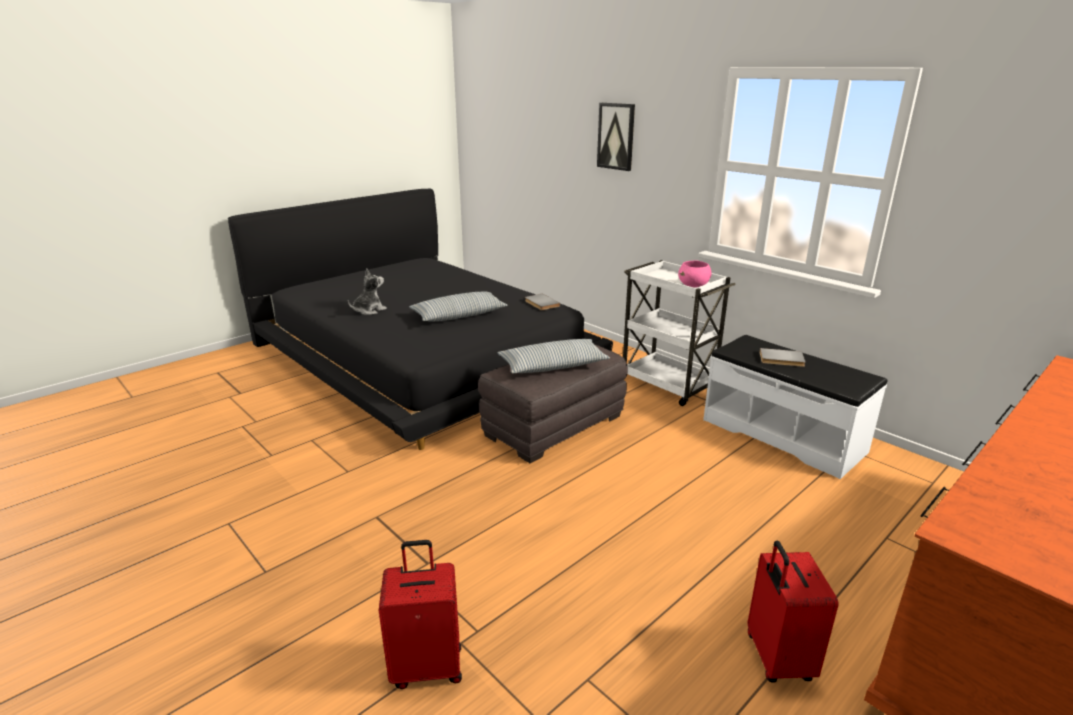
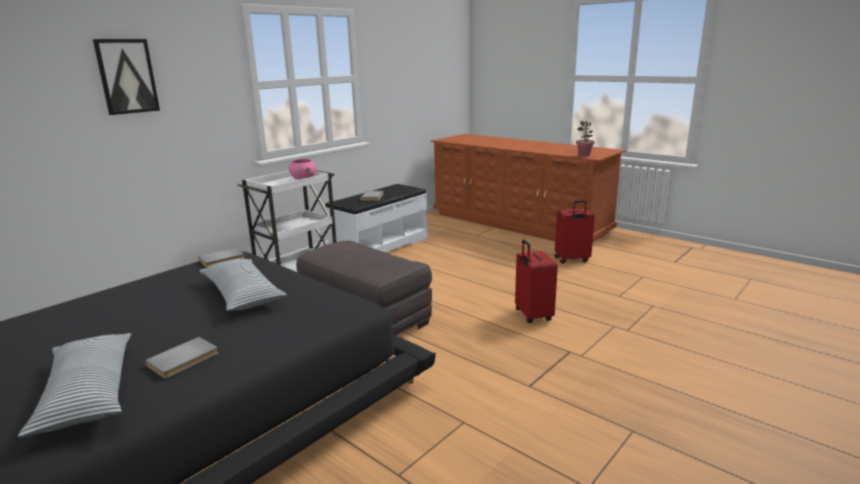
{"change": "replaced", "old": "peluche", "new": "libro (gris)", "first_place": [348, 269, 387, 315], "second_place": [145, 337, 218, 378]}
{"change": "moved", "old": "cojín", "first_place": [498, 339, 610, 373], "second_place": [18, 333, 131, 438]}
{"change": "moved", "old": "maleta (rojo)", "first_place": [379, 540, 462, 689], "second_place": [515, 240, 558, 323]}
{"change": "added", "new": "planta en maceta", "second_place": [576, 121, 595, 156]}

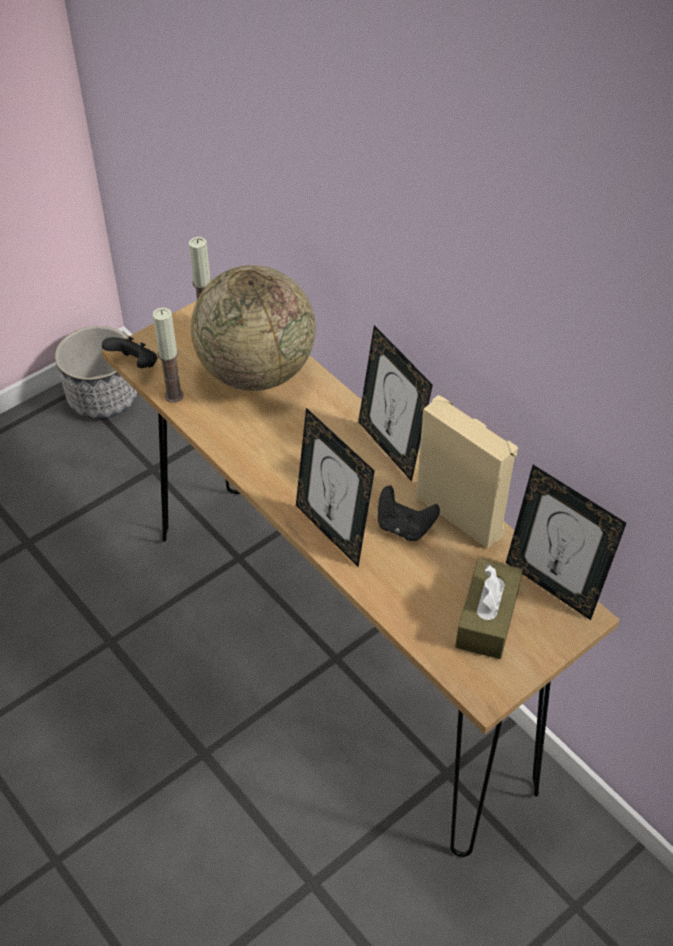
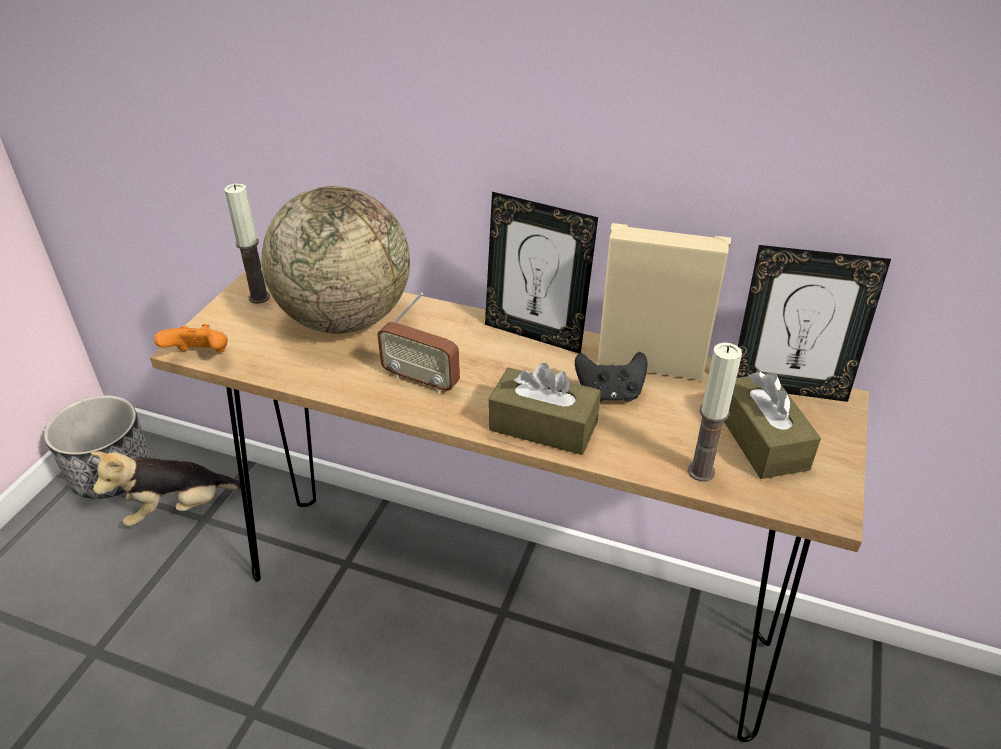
{"change": "moved", "old": "vela", "first_place": [153, 307, 184, 403], "second_place": [688, 342, 742, 482]}
{"change": "recoloured", "old": "mando de consola (negro)", "new": "mando de consola (naranja)", "first_place": [102, 336, 158, 368], "second_place": [154, 324, 228, 353]}
{"change": "replaced", "old": "portarretratos", "new": "caja de pañuelos (marrón)", "first_place": [296, 408, 375, 567], "second_place": [489, 363, 601, 455]}
{"change": "added", "new": "radio", "second_place": [377, 293, 460, 394]}
{"change": "added", "new": "peluche", "second_place": [90, 451, 246, 527]}

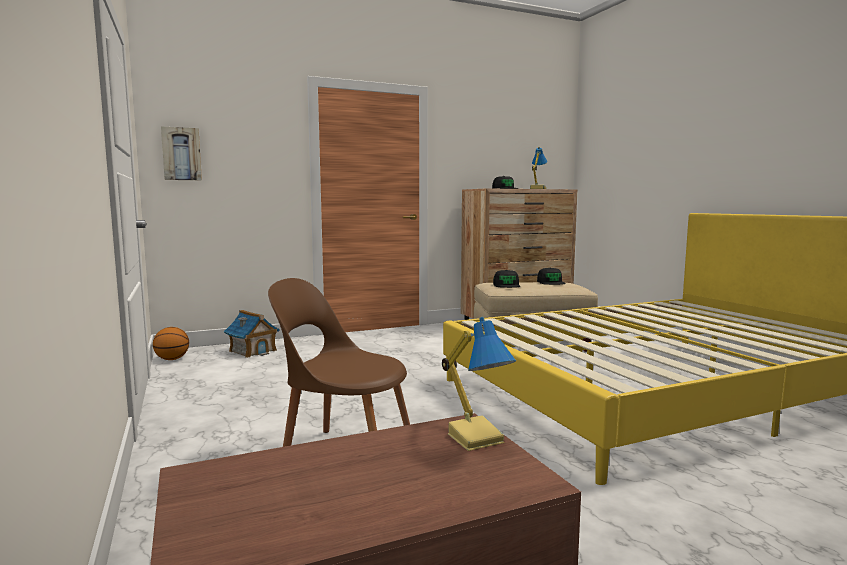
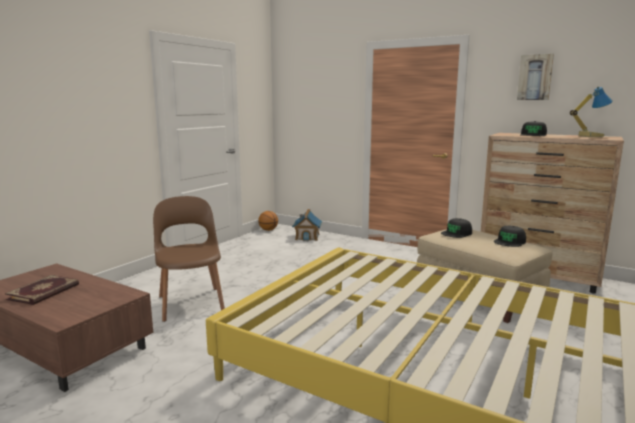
{"change": "moved", "old": "cuadro", "first_place": [161, 126, 202, 180], "second_place": [517, 54, 554, 100]}
{"change": "removed", "old": "lámpara de mesa", "first_place": [442, 317, 516, 451]}
{"change": "added", "new": "libro", "second_place": [5, 275, 79, 305]}

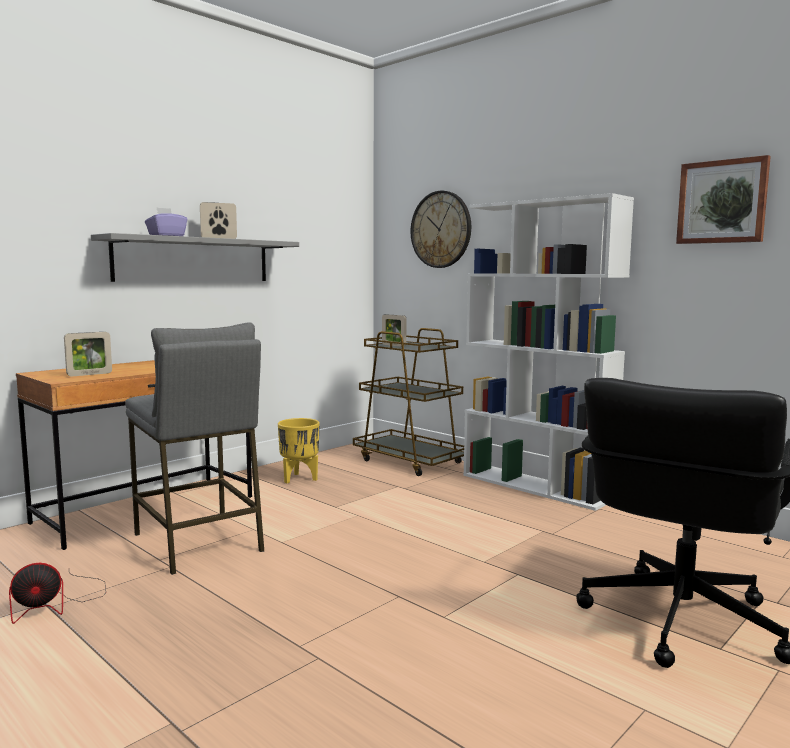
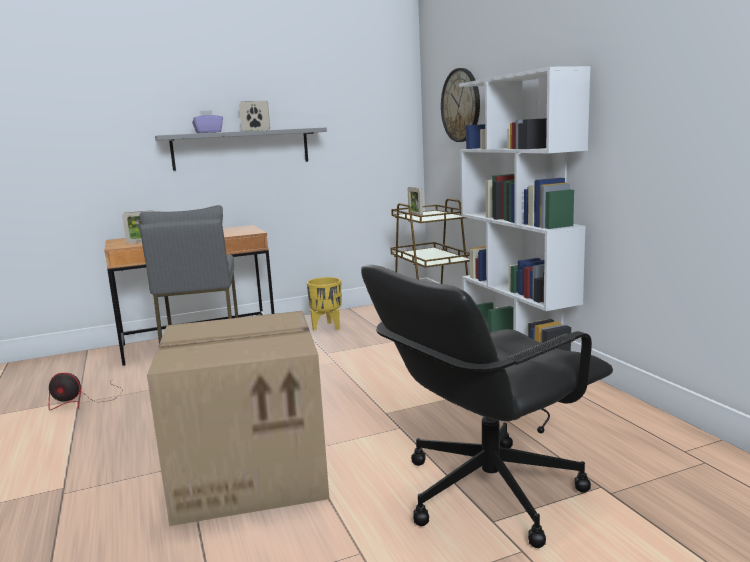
{"change": "removed", "old": "cuadro", "first_place": [676, 155, 771, 244]}
{"change": "added", "new": "caja de cartón", "second_place": [147, 311, 329, 526]}

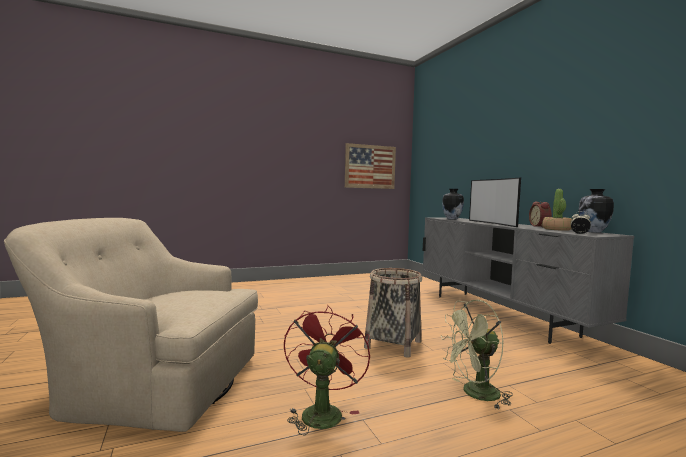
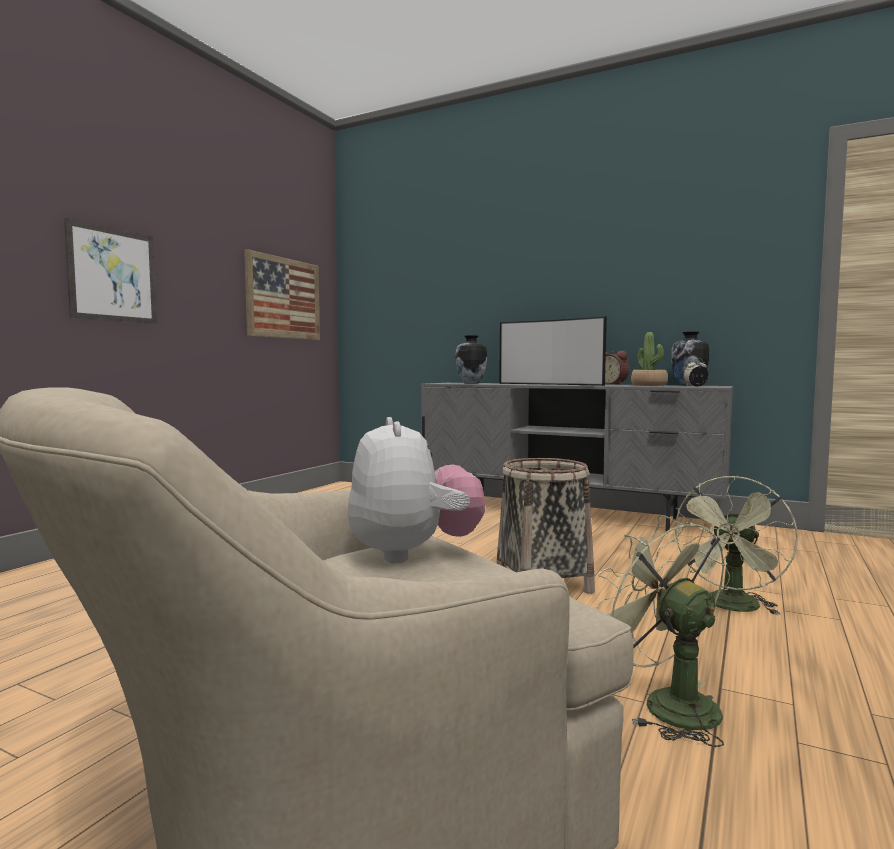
{"change": "recoloured", "old": "ventilador (rojo)", "new": "ventilador (verde)", "first_place": [284, 305, 370, 436], "second_place": [595, 515, 725, 747]}
{"change": "added", "new": "cuadro", "second_place": [64, 218, 157, 324]}
{"change": "added", "new": "peluche", "second_place": [348, 417, 485, 563]}

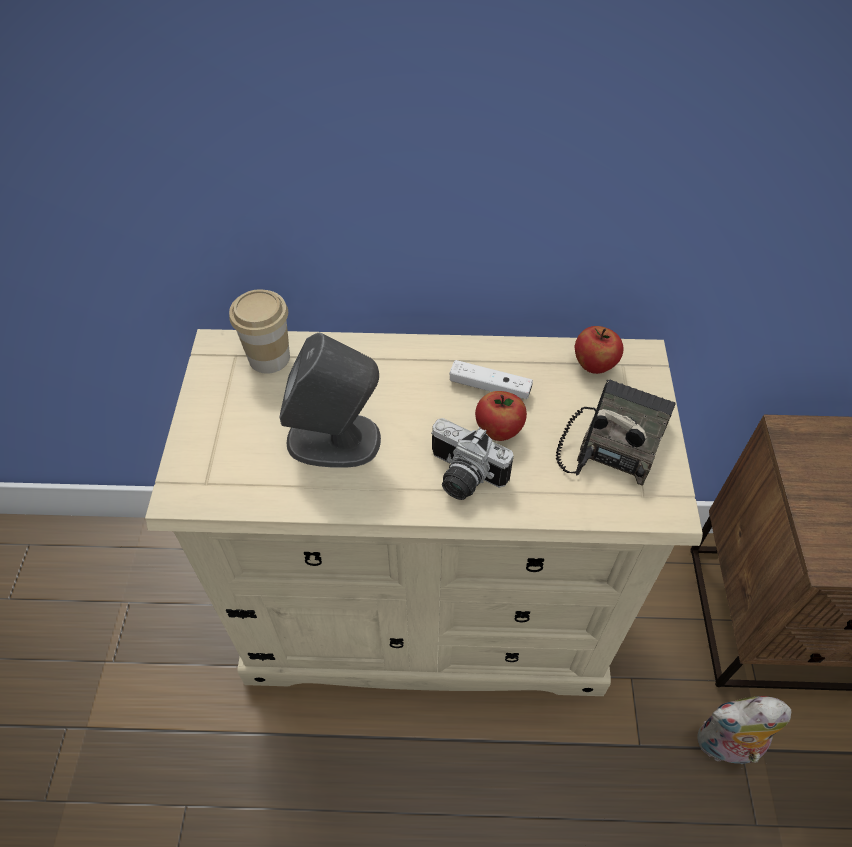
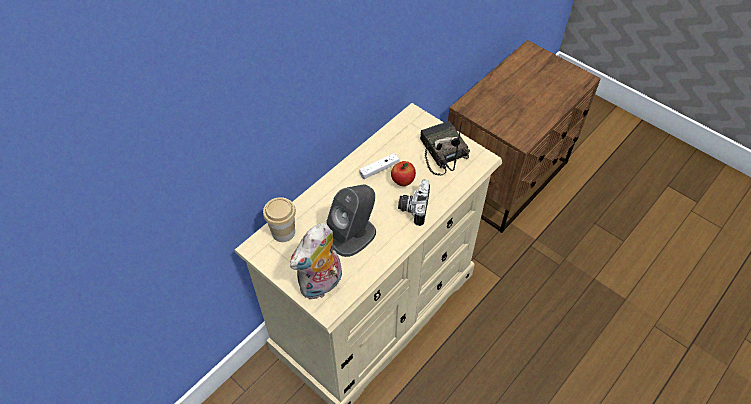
{"change": "removed", "old": "manzana", "first_place": [575, 326, 624, 374]}
{"change": "turned", "old": "cámara", "first_place": [431, 418, 514, 500], "second_place": [398, 180, 430, 226], "degrees": 120}
{"change": "moved", "old": "peluche", "first_place": [697, 696, 791, 764], "second_place": [290, 223, 342, 299]}

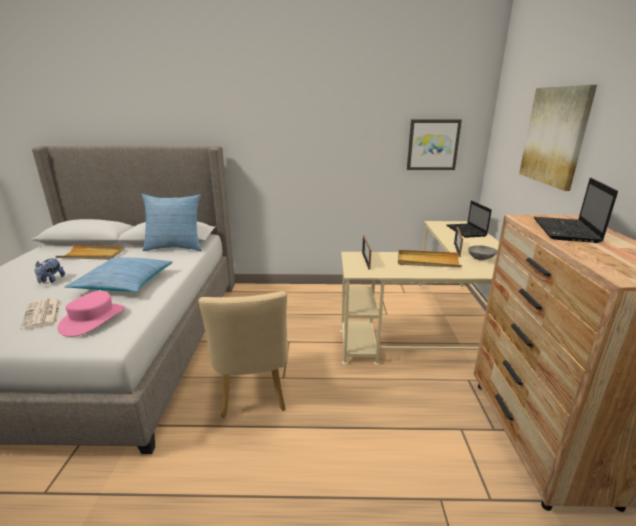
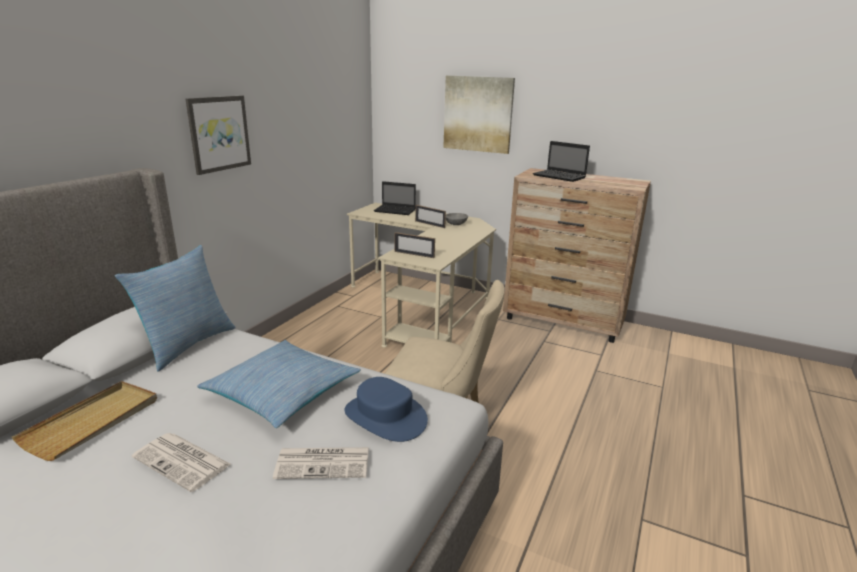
{"change": "moved", "old": "cuadro", "first_place": [407, 119, 462, 170], "second_place": [186, 95, 251, 175]}
{"change": "removed", "old": "bandeja (beis)", "first_place": [398, 250, 462, 268]}
{"change": "replaced", "old": "peluche", "new": "periódico", "first_place": [35, 258, 65, 283], "second_place": [132, 433, 231, 492]}
{"change": "recoloured", "old": "sombrero (rosa)", "new": "sombrero (azul)", "first_place": [57, 291, 125, 337], "second_place": [344, 377, 428, 442]}

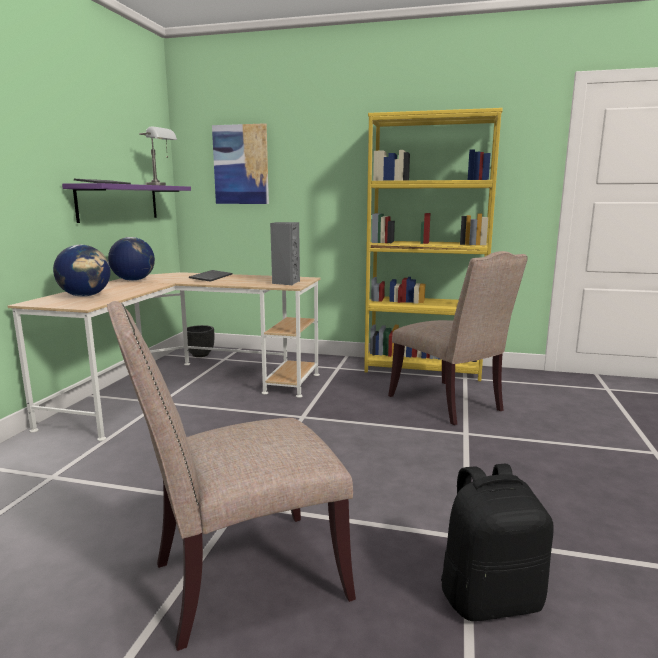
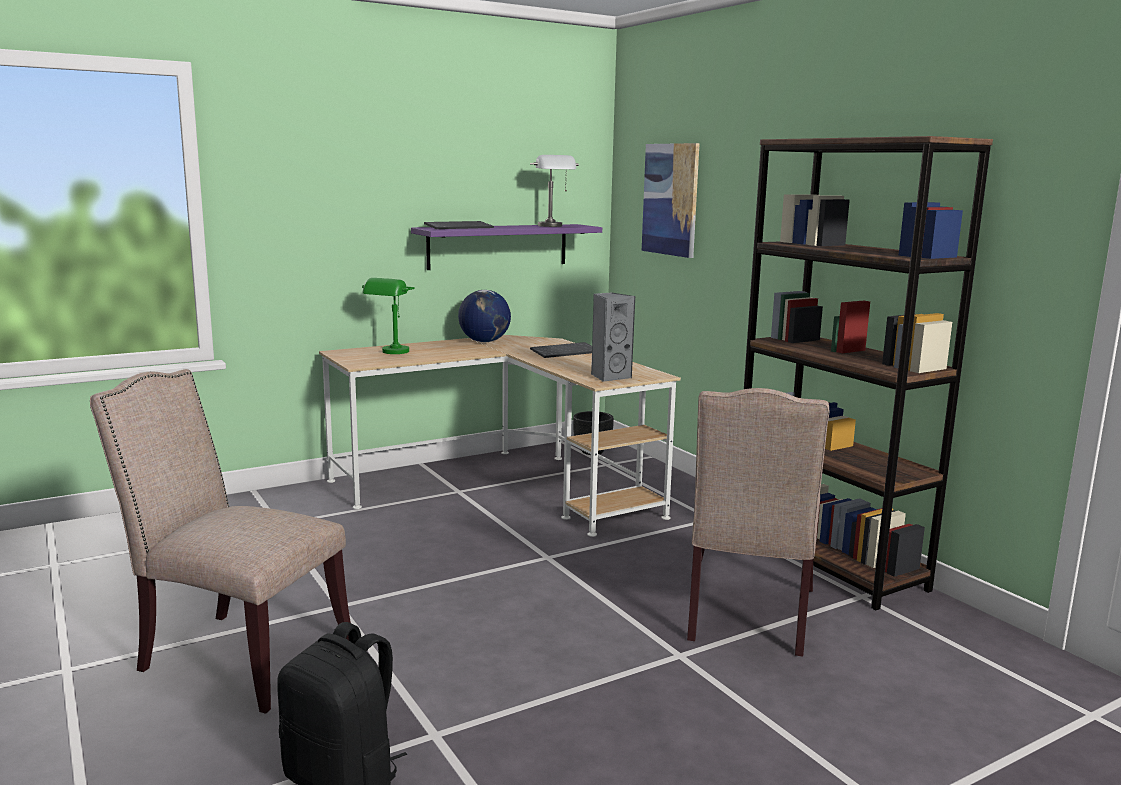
{"change": "recoloured", "old": "estantería (amarillo)", "new": "estantería (marrón)", "first_place": [364, 108, 503, 381], "second_place": [744, 136, 993, 610]}
{"change": "replaced", "old": "globo terráqueo", "new": "lámpara de mesa (verde)", "first_place": [53, 245, 111, 297], "second_place": [362, 278, 415, 354]}

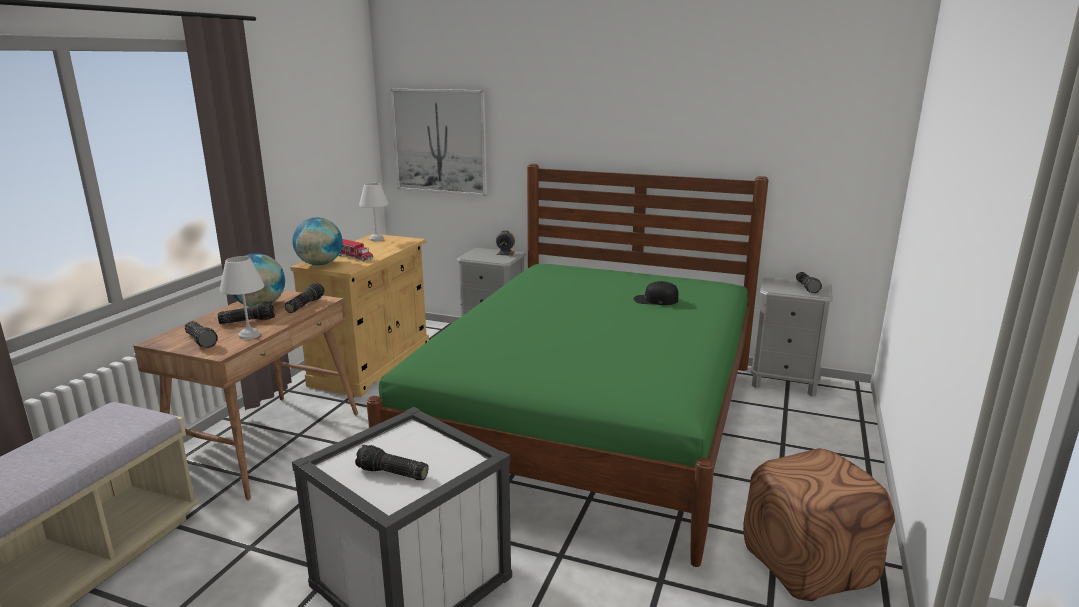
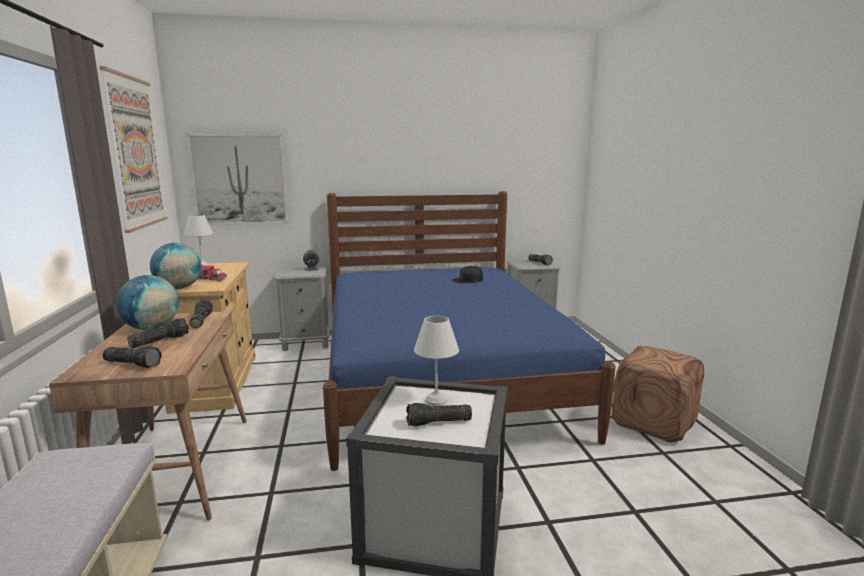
{"change": "recoloured", "old": "cama (verde)", "new": "cama (azul)", "first_place": [366, 164, 769, 567], "second_place": [323, 191, 616, 471]}
{"change": "moved", "old": "lámpara de mesa (blanco)", "first_place": [220, 256, 265, 340], "second_place": [414, 316, 459, 406]}
{"change": "added", "new": "cuadro", "second_place": [99, 66, 168, 233]}

